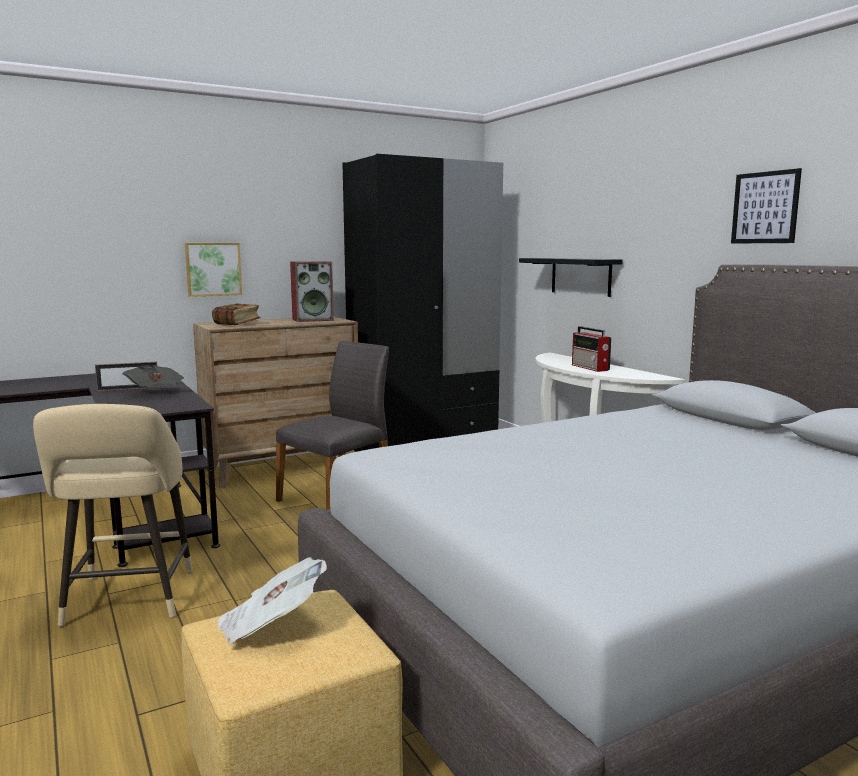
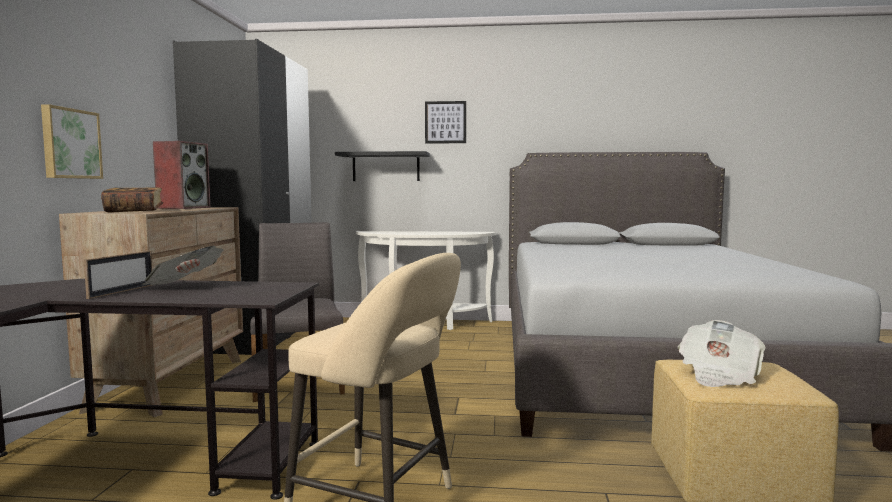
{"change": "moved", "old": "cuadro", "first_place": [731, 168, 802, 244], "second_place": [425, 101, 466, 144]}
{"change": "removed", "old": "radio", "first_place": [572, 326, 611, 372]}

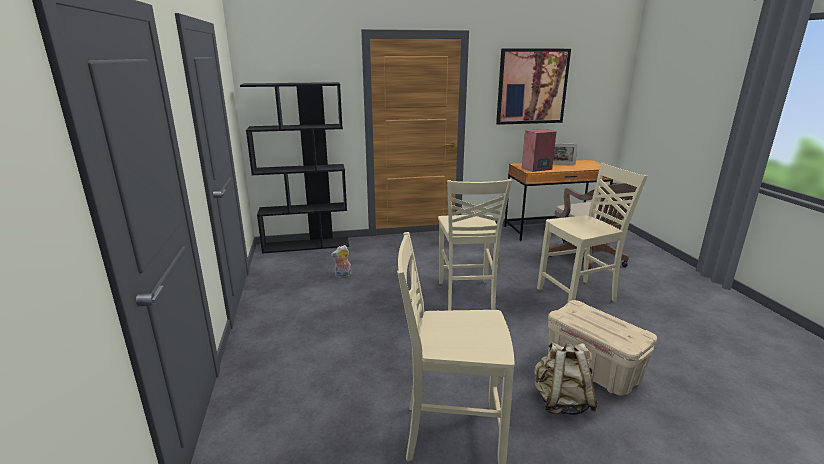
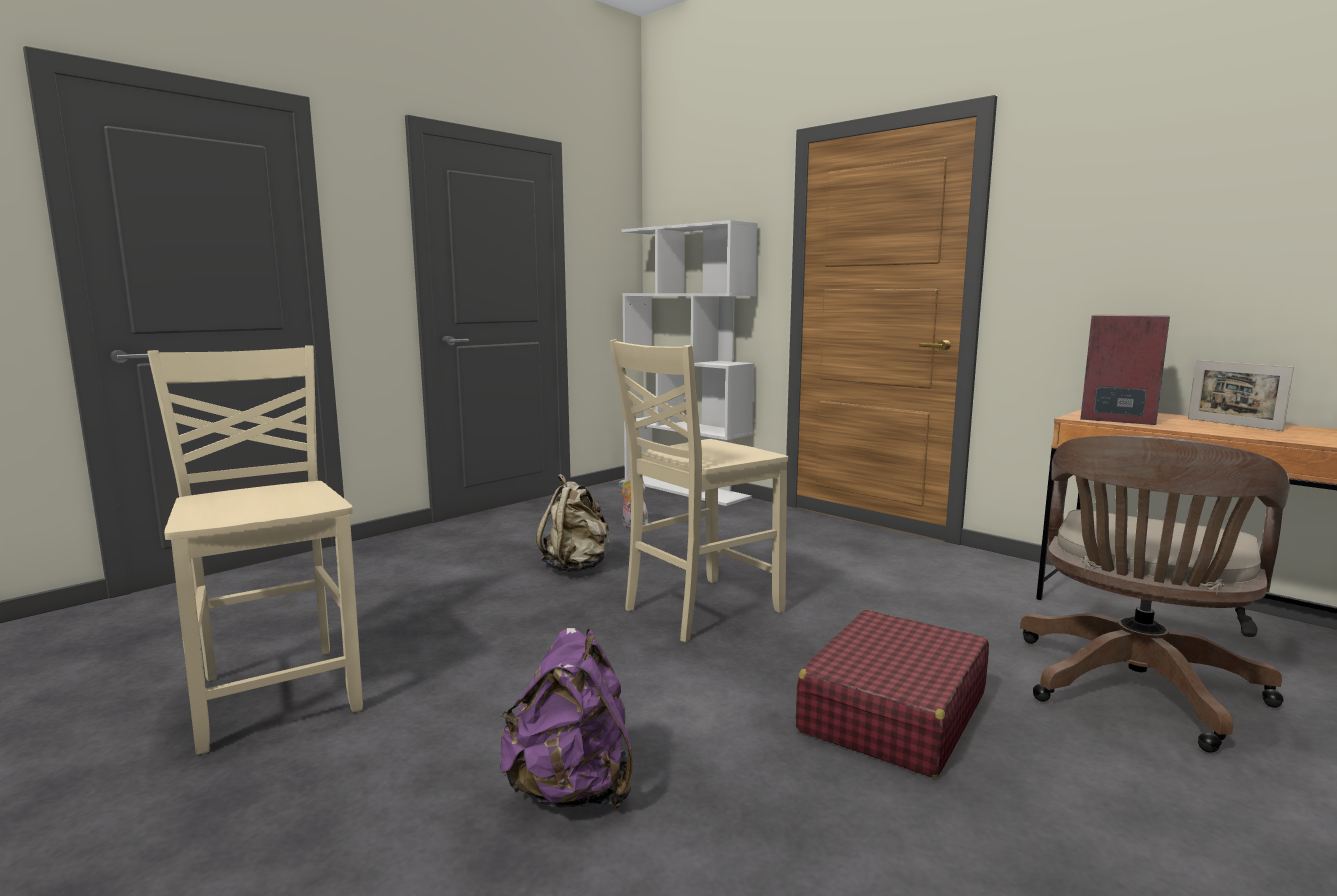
{"change": "removed", "old": "cuadro", "first_place": [496, 48, 571, 125]}
{"change": "recoloured", "old": "estantería (negro)", "new": "estantería (blanco)", "first_place": [240, 82, 349, 254], "second_place": [622, 220, 758, 506]}
{"change": "replaced", "old": "silla (beis)", "new": "maleta (rojo)", "first_place": [537, 163, 647, 302], "second_place": [796, 610, 989, 778]}
{"change": "replaced", "old": "caja de almacenaje (beis)", "new": "mochila (morado)", "first_place": [548, 300, 657, 396], "second_place": [500, 628, 633, 808]}
{"change": "moved", "old": "mochila (beis)", "first_place": [534, 343, 599, 415], "second_place": [536, 474, 609, 572]}

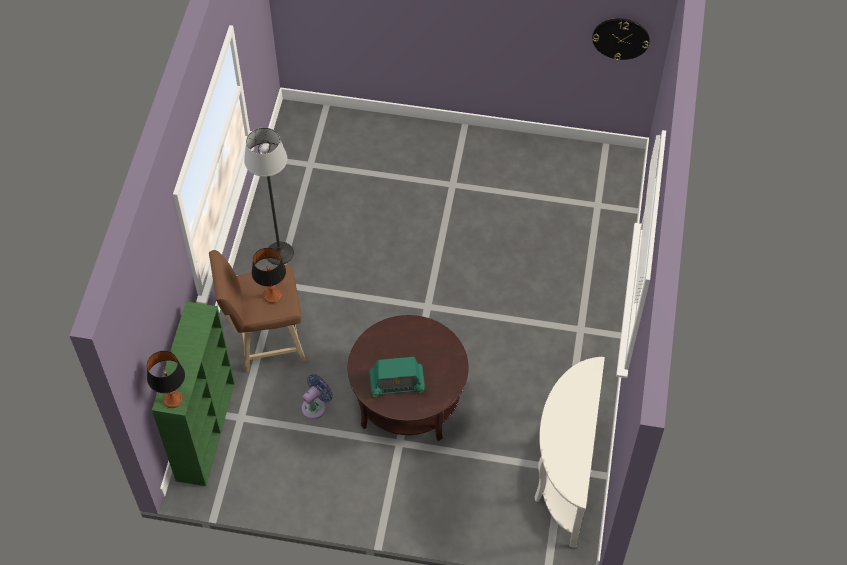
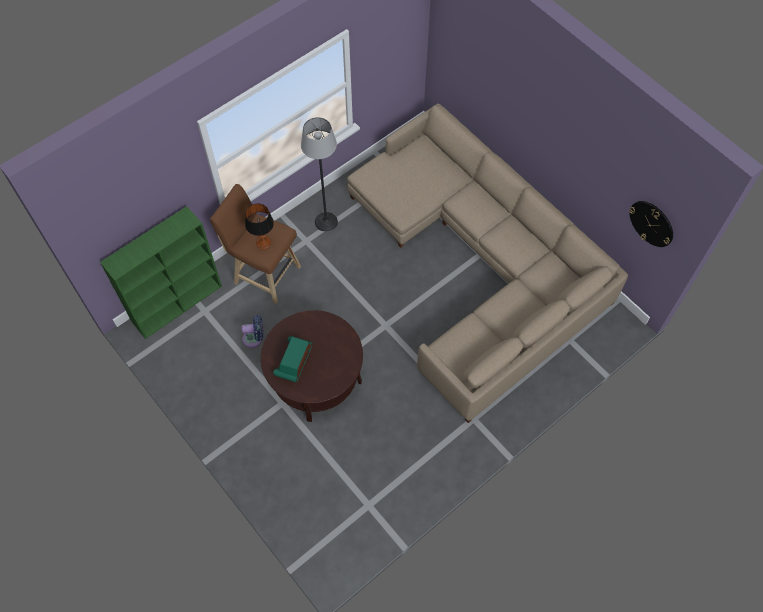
{"change": "removed", "old": "lámpara de mesa", "first_place": [147, 351, 185, 408]}
{"change": "turned", "old": "radio", "first_place": [369, 357, 425, 397], "second_place": [273, 336, 313, 383], "degrees": 75}
{"change": "removed", "old": "mesa consola (blanco)", "first_place": [534, 357, 605, 548]}
{"change": "added", "new": "sofá (beis)", "second_place": [347, 104, 628, 423]}

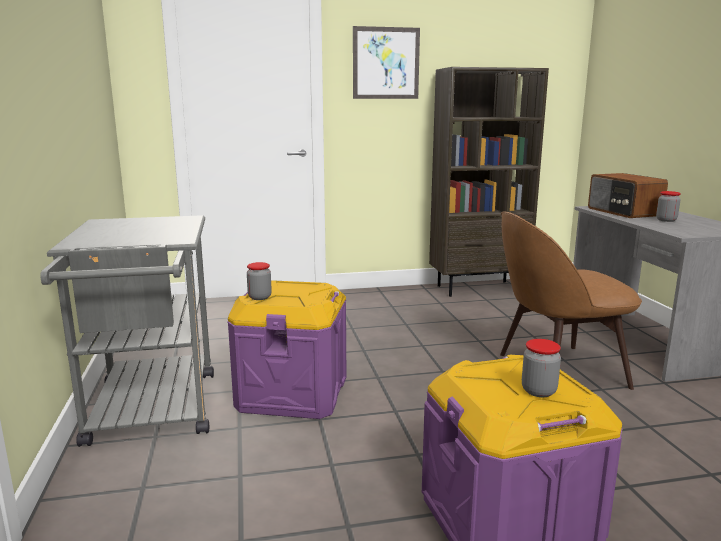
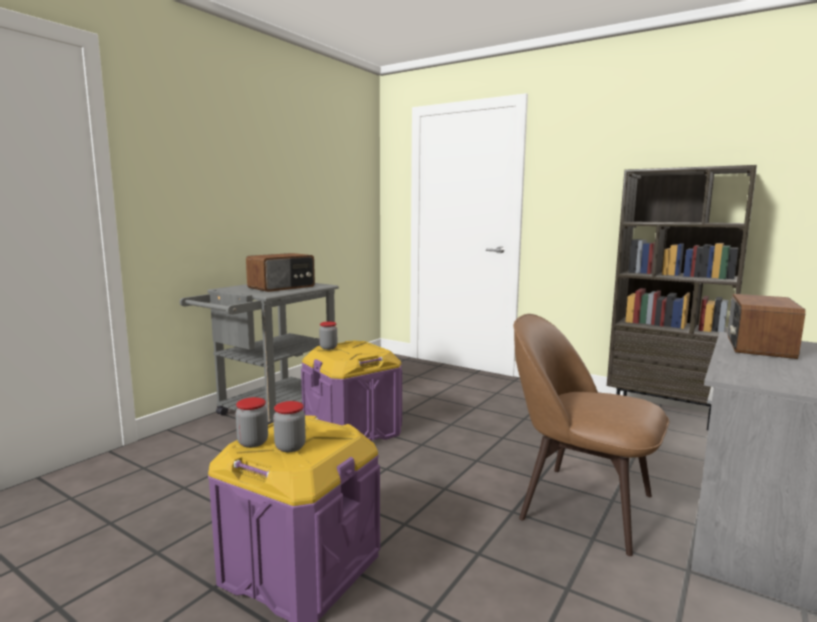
{"change": "removed", "old": "cuadro", "first_place": [353, 26, 420, 99]}
{"change": "moved", "old": "tarro", "first_place": [656, 191, 681, 222], "second_place": [236, 397, 268, 448]}
{"change": "added", "new": "radio", "second_place": [246, 253, 315, 292]}

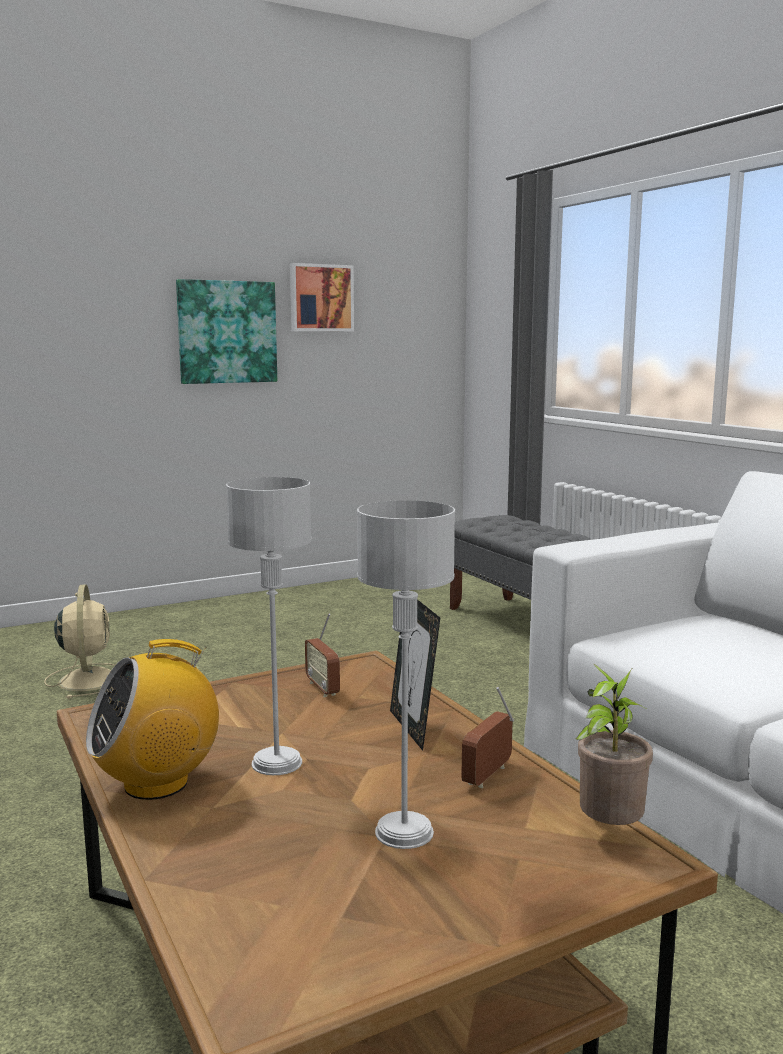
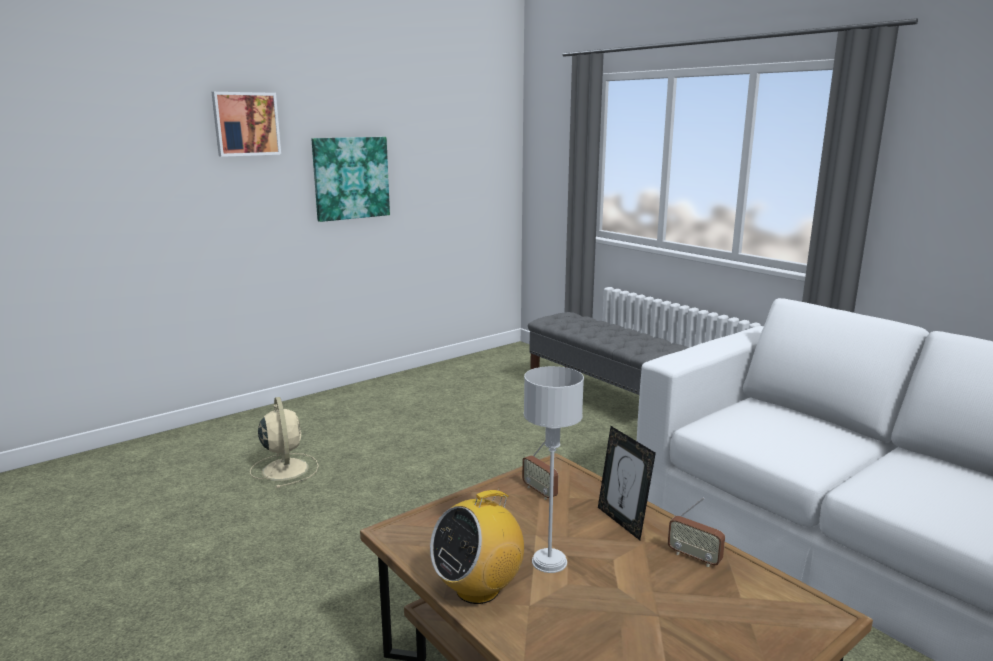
{"change": "moved", "old": "cuadro", "first_place": [290, 263, 354, 331], "second_place": [211, 92, 281, 157]}
{"change": "removed", "old": "lámpara de mesa (gris)", "first_place": [357, 500, 455, 849]}
{"change": "removed", "old": "planta en maceta", "first_place": [576, 664, 653, 825]}
{"change": "turned", "old": "radio", "first_place": [461, 687, 514, 788], "second_place": [668, 497, 725, 567], "degrees": -75}

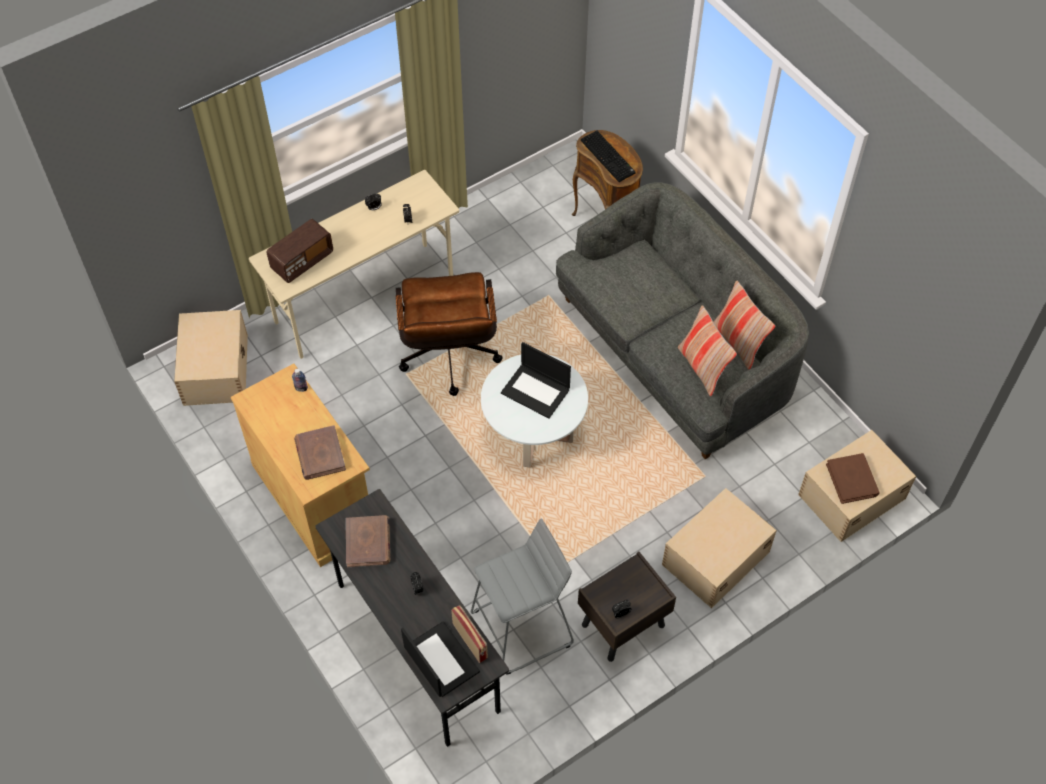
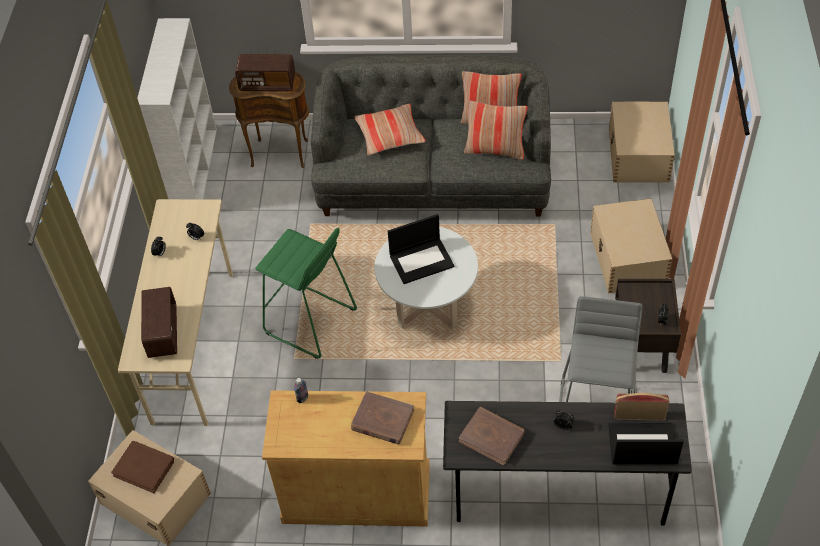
{"change": "replaced", "old": "teclado", "new": "radio", "first_place": [581, 131, 636, 182], "second_place": [235, 54, 295, 92]}
{"change": "replaced", "old": "silla de oficina (marrón)", "new": "taburete (verde)", "first_place": [396, 272, 503, 396], "second_place": [255, 228, 357, 359]}
{"change": "moved", "old": "libro (marrón)", "first_place": [826, 453, 880, 504], "second_place": [111, 441, 174, 493]}
{"change": "added", "new": "estantería (blanco)", "second_place": [138, 18, 217, 199]}
{"change": "added", "new": "cojín", "second_place": [354, 104, 426, 155]}

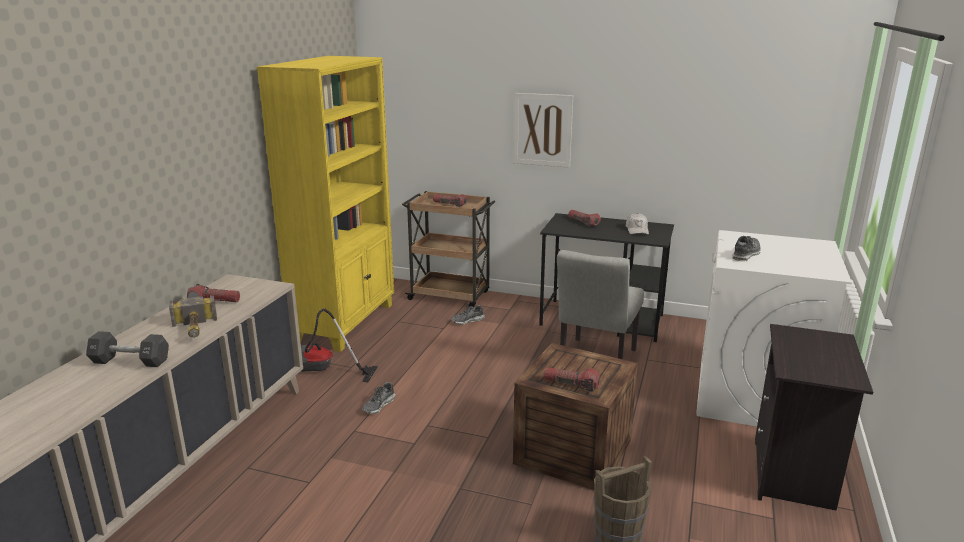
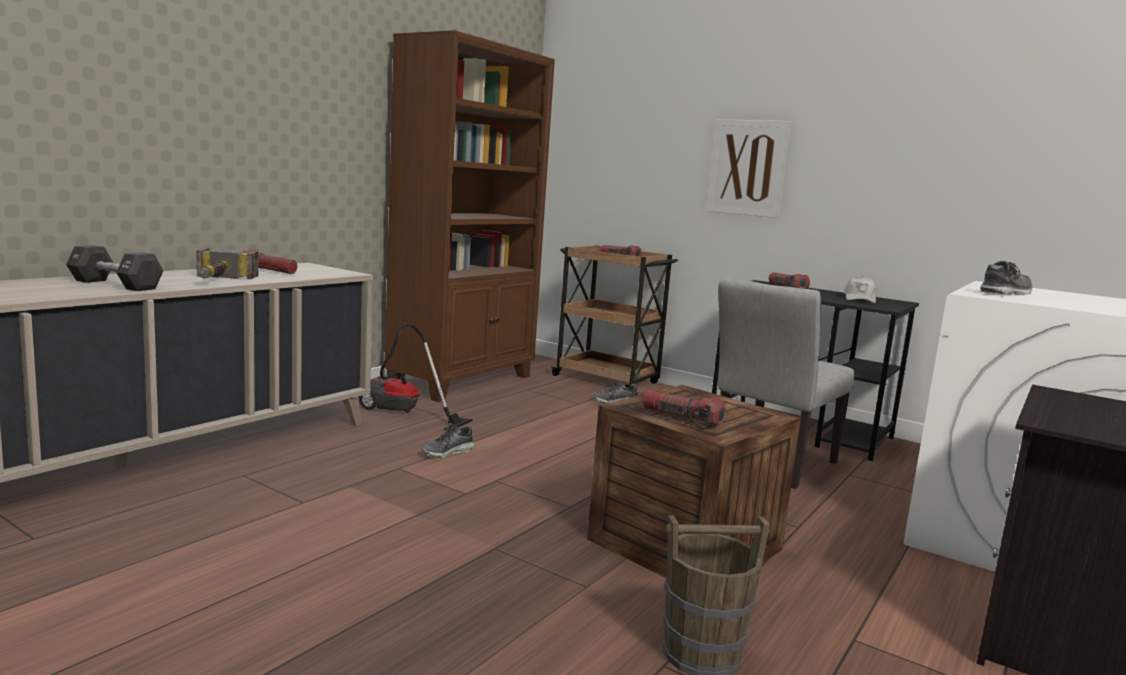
{"change": "recoloured", "old": "estantería (amarillo)", "new": "estantería (marrón)", "first_place": [257, 56, 394, 352], "second_place": [385, 30, 555, 402]}

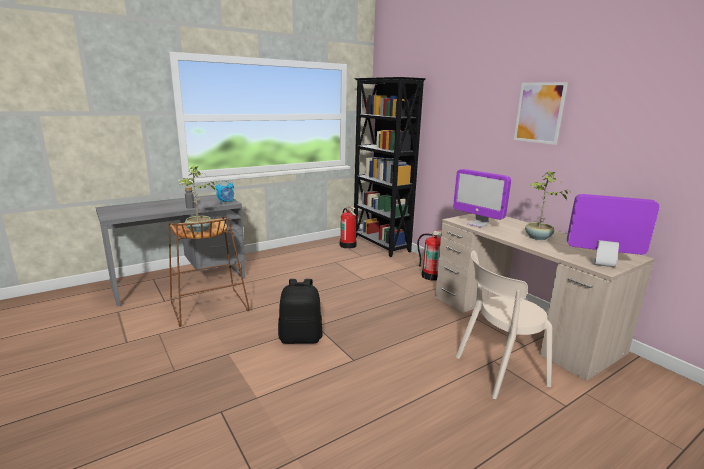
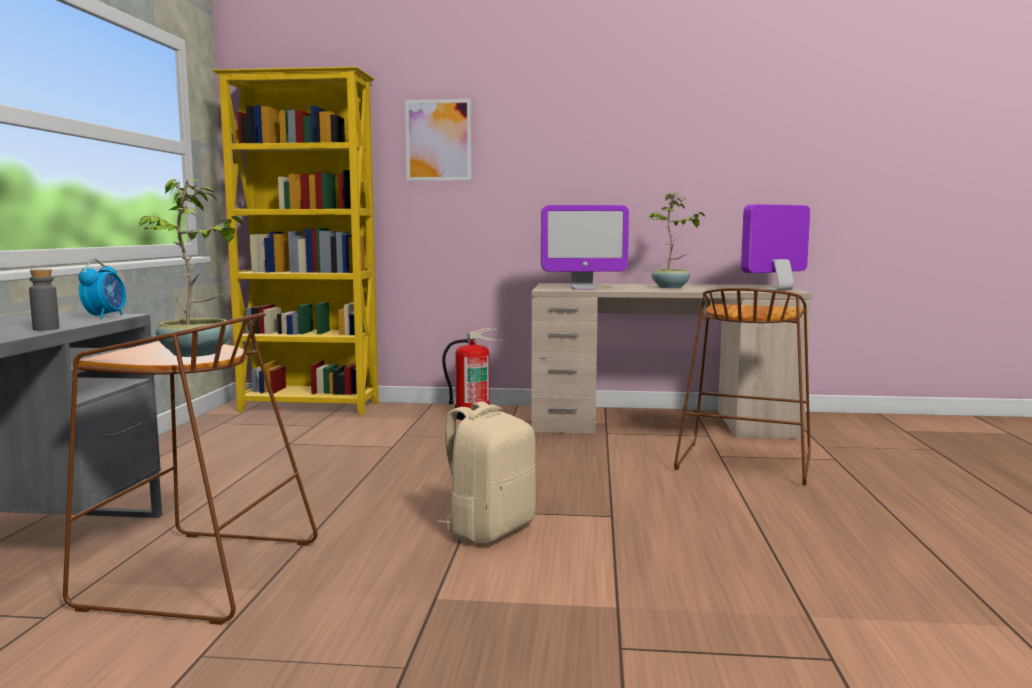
{"change": "recoloured", "old": "estantería (negro)", "new": "estantería (amarillo)", "first_place": [354, 77, 426, 257], "second_place": [212, 67, 379, 415]}
{"change": "moved", "old": "cuadro", "first_place": [514, 82, 568, 145], "second_place": [405, 99, 472, 181]}
{"change": "removed", "old": "extintor", "first_place": [340, 207, 357, 249]}
{"change": "replaced", "old": "silla (beis)", "new": "taburete (marrón)", "first_place": [456, 250, 552, 399], "second_place": [674, 288, 811, 485]}
{"change": "recoloured", "old": "mochila (negro)", "new": "mochila (beis)", "first_place": [278, 279, 323, 344], "second_place": [436, 401, 536, 545]}

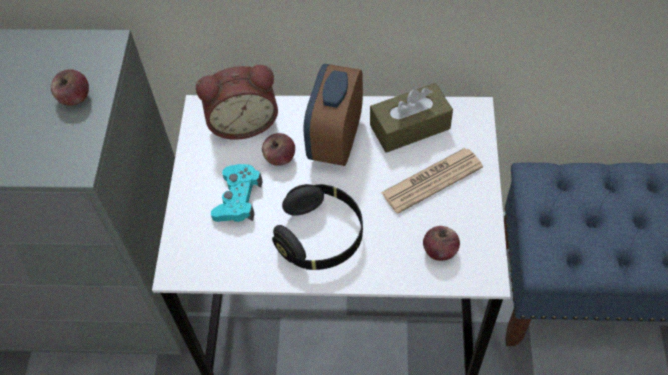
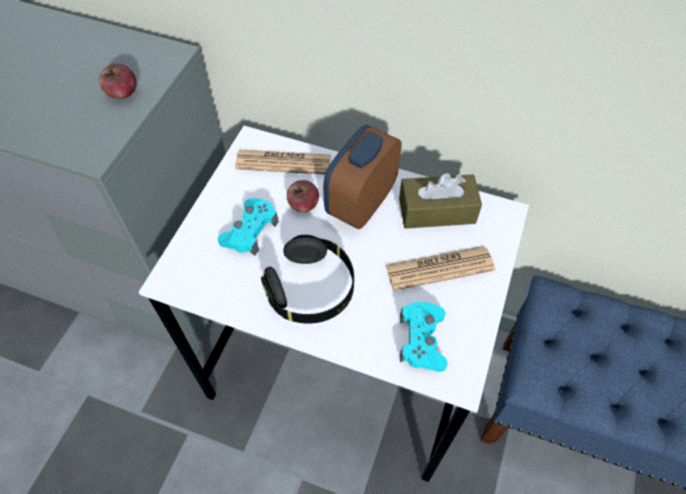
{"change": "replaced", "old": "despertador", "new": "periódico", "first_place": [196, 65, 278, 140], "second_place": [235, 150, 331, 175]}
{"change": "replaced", "old": "manzana", "new": "mando de consola (turquesa)", "first_place": [423, 226, 460, 261], "second_place": [400, 301, 448, 372]}

